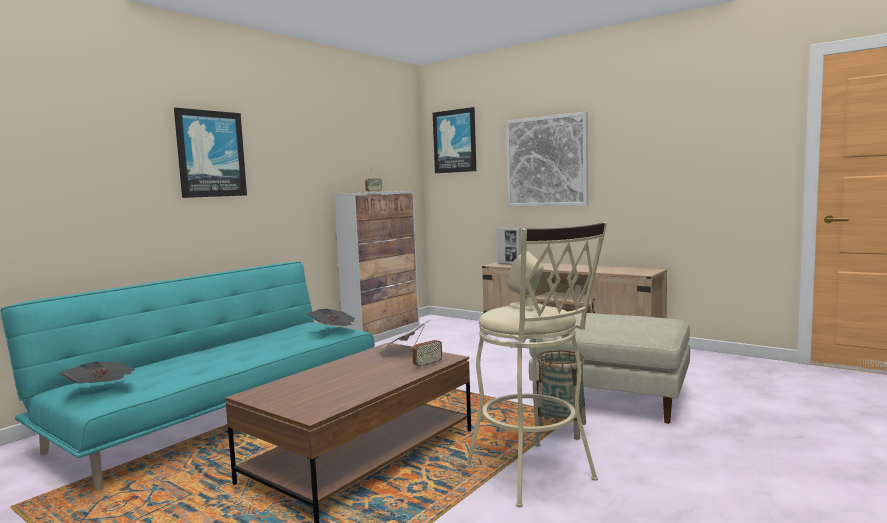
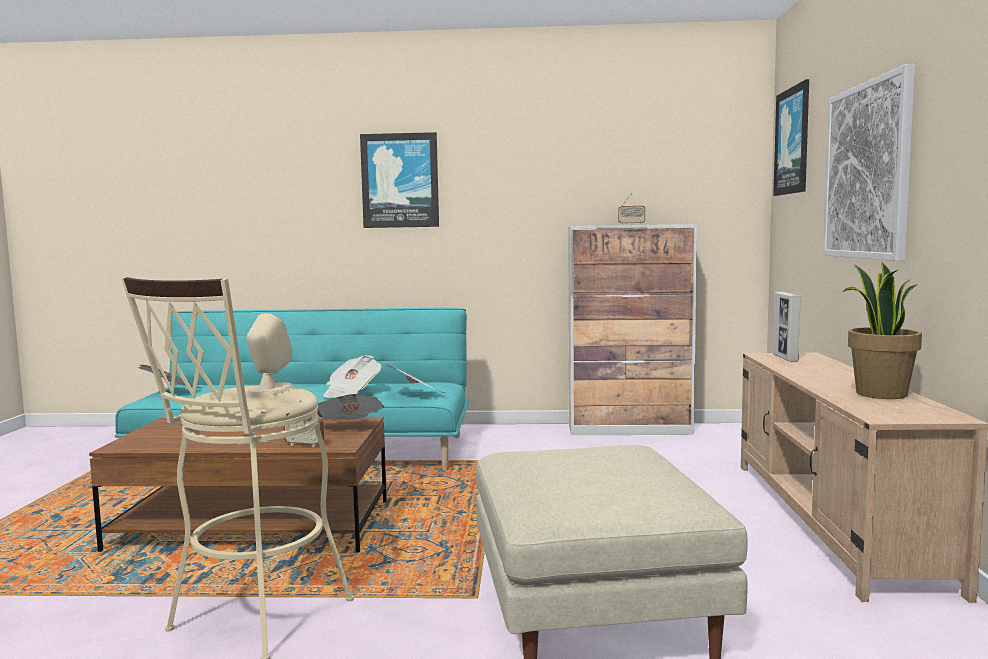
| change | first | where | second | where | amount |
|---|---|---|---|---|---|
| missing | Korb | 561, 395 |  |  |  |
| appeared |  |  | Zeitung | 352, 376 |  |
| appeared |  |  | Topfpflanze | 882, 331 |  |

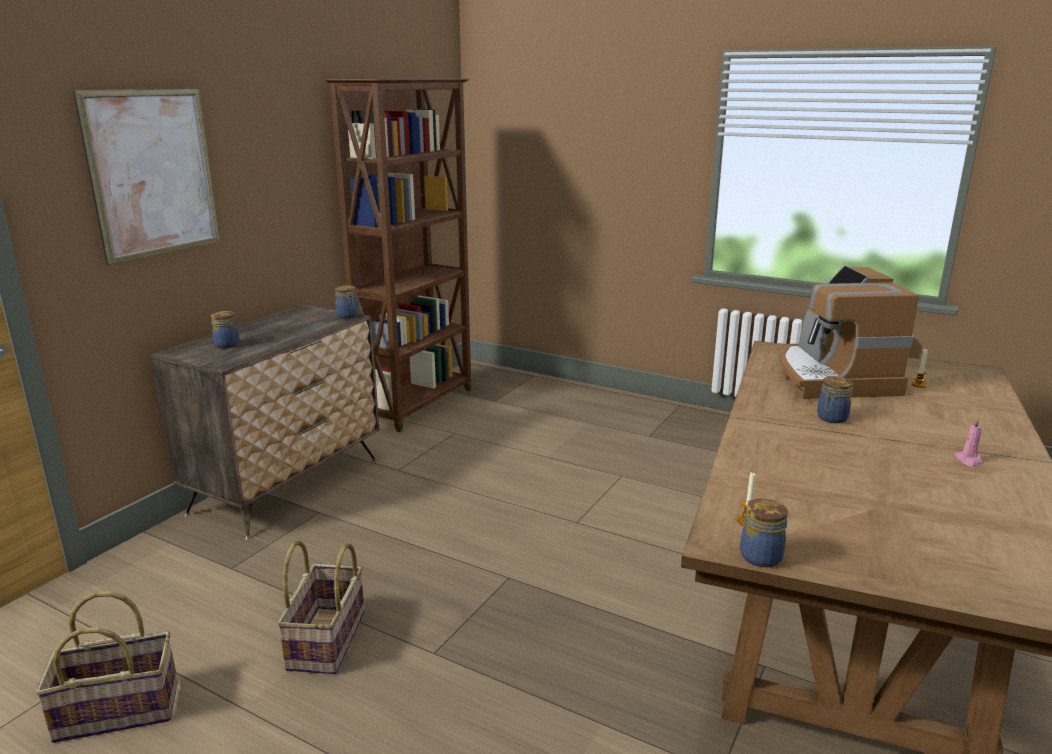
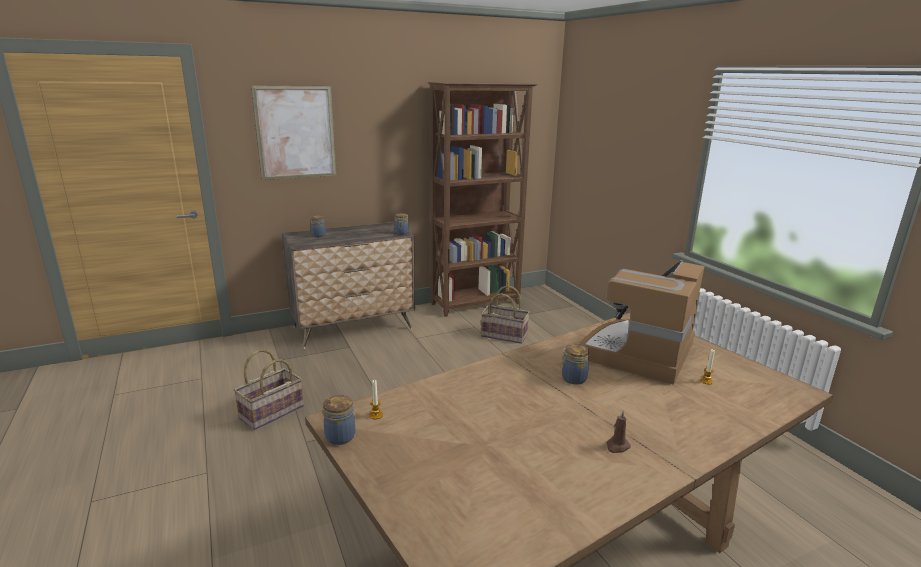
| change | first | where | second | where | amount |
|---|---|---|---|---|---|
| relocated | Korb | 106, 667 |  | 505, 314 |  |
| colour | Kerze/rosa | 968, 442 | Kerze/braun | 619, 431 |  |

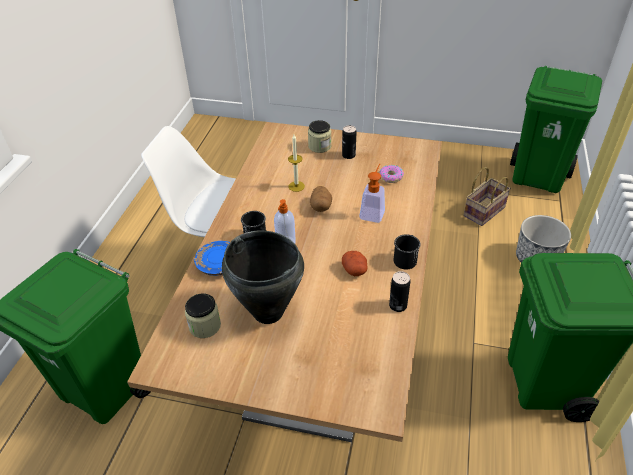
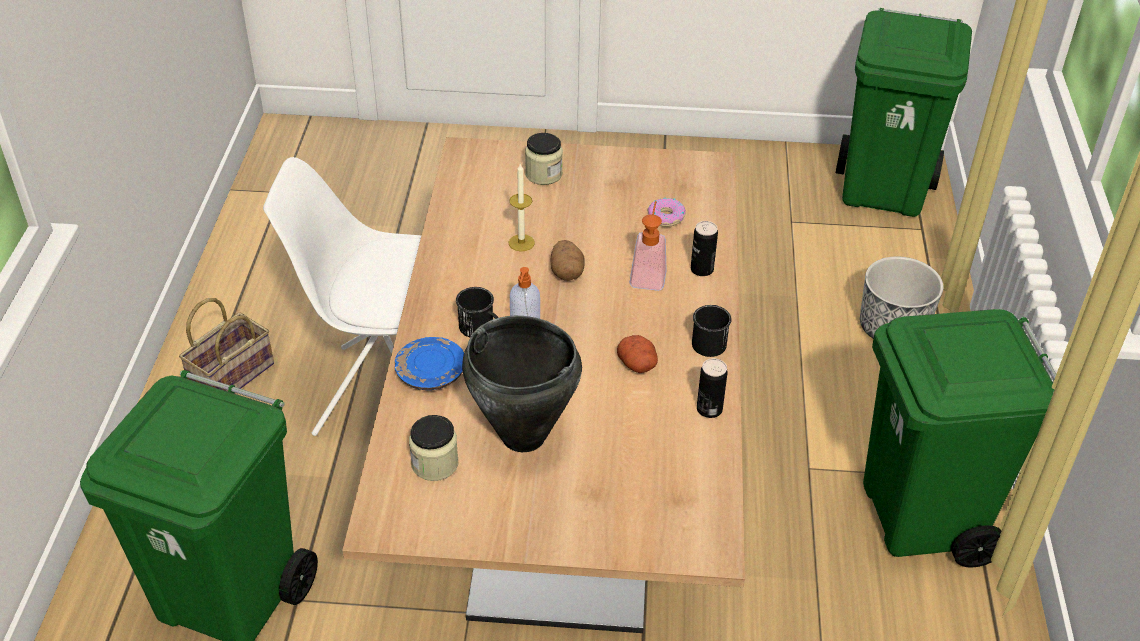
| change | first | where | second | where | amount |
|---|---|---|---|---|---|
| relocated | Dose | 349, 142 |  | 704, 248 |  |
| relocated | Korb | 487, 196 |  | 226, 346 |  |

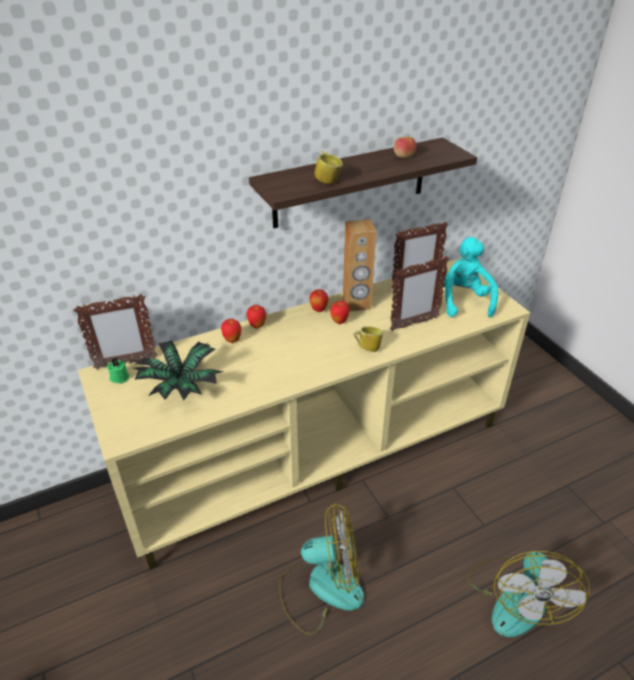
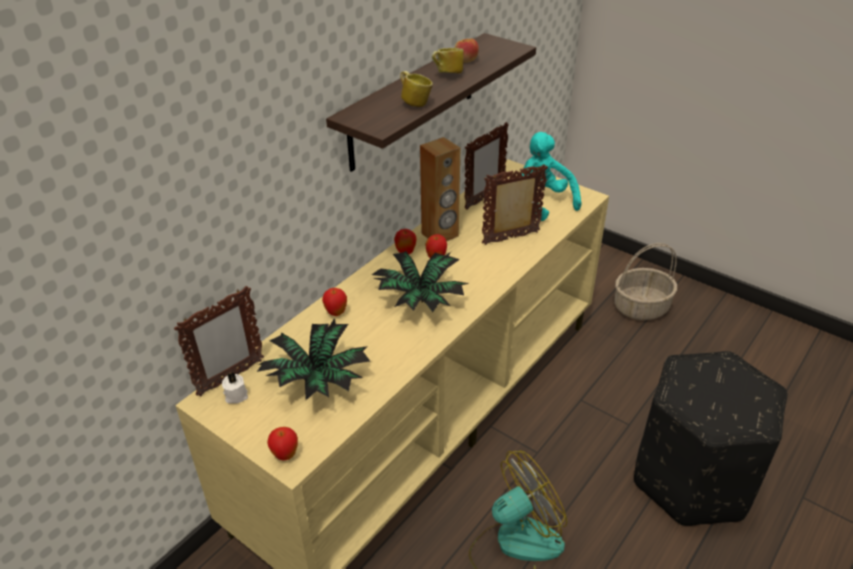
| change | first | where | second | where | amount |
|---|---|---|---|---|---|
| appeared |  |  | Topfpflanze | 420, 281 |  |
| appeared |  |  | Korb | 645, 281 |  |
| relocated | Apfel | 256, 317 |  | 282, 443 |  |
| relocated | Henkelbecher | 368, 339 |  | 448, 60 |  |
| exchanged | Ventilator | 528, 594 | Polsterhocker/schwarz | 710, 438 |  |
| colour | Kerze/grün | 118, 370 | Kerze/weiß | 235, 388 |  |
| spun | Bilderrahmen | 419, 293 |  | 515, 204 | 150 degrees counterclockwise |

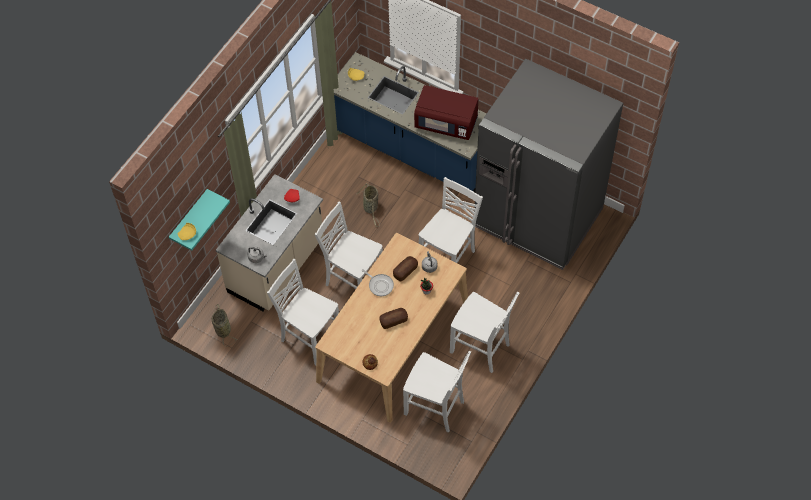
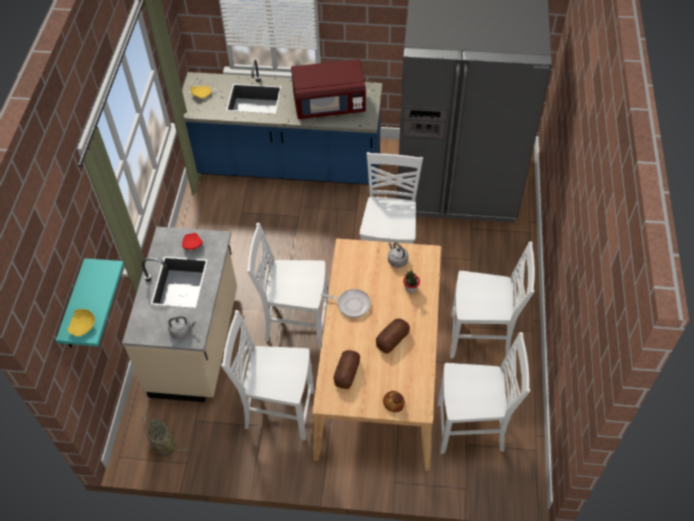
| change | first | where | second | where | amount |
|---|---|---|---|---|---|
| missing | Korb | 368, 205 |  |  |  |
| relocated | Brot | 405, 269 |  | 346, 369 |  |

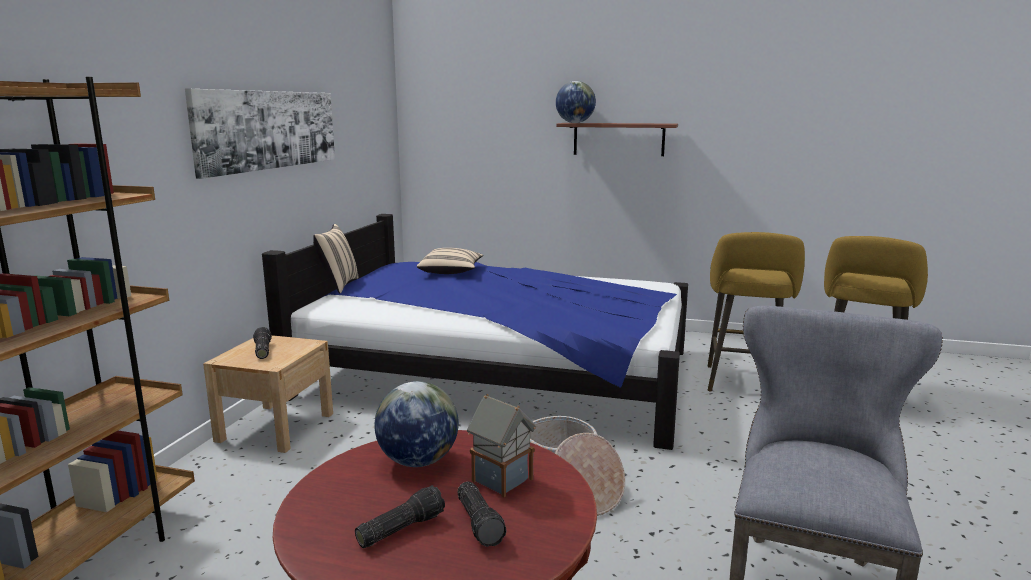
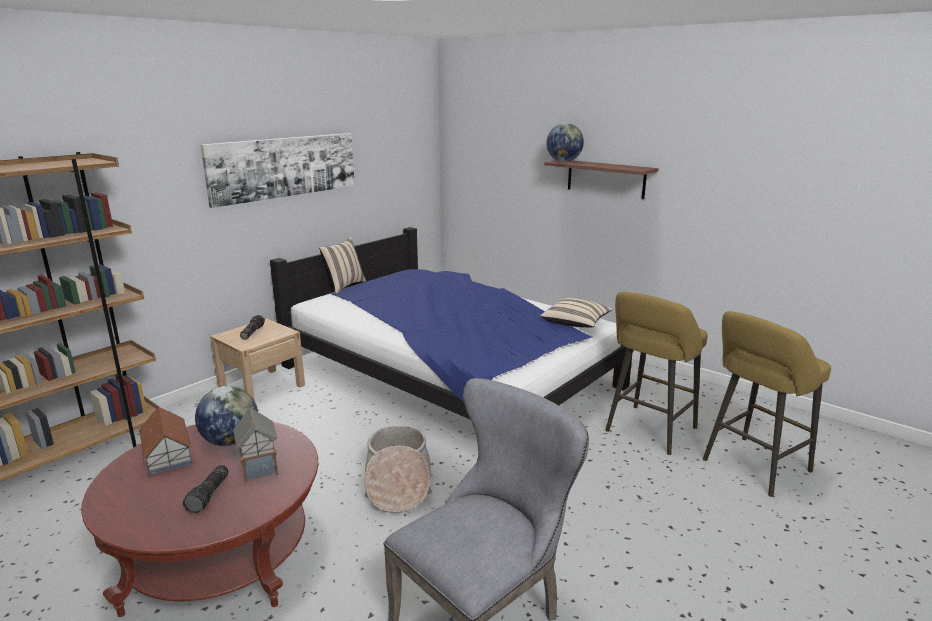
| change | first | where | second | where | amount |
|---|---|---|---|---|---|
| missing | Taschenlampe | 400, 516 |  |  |  |
| appeared |  |  | Spielzeughaus | 166, 441 |  |
| relocated | Kissen/beige | 450, 261 |  | 577, 312 |  |

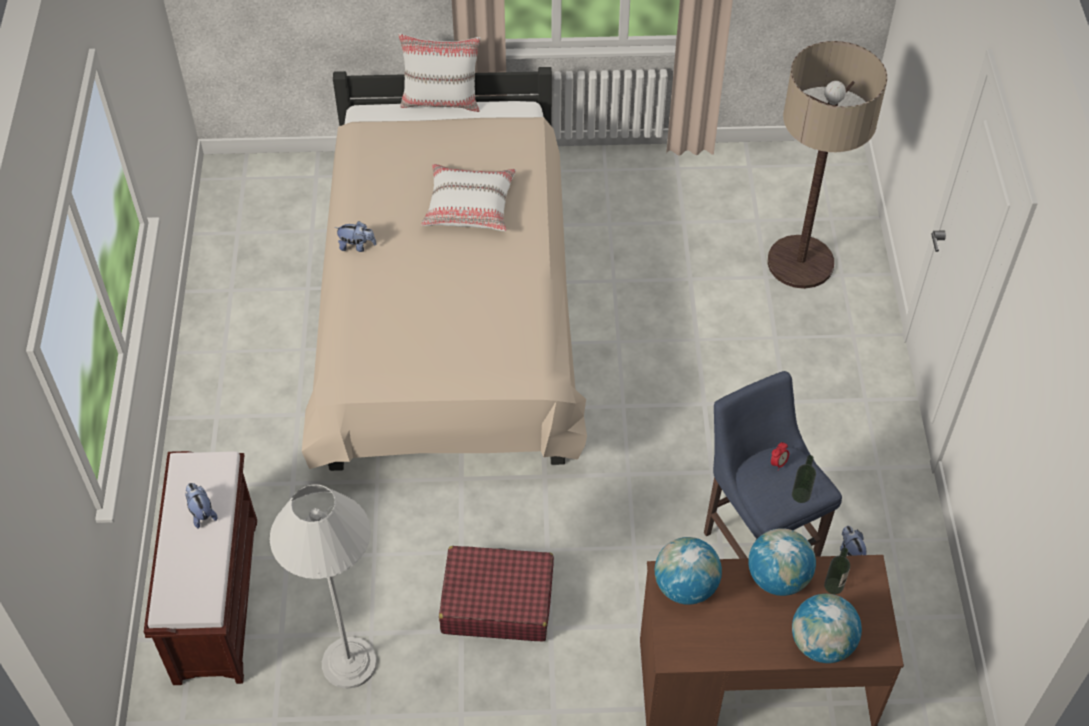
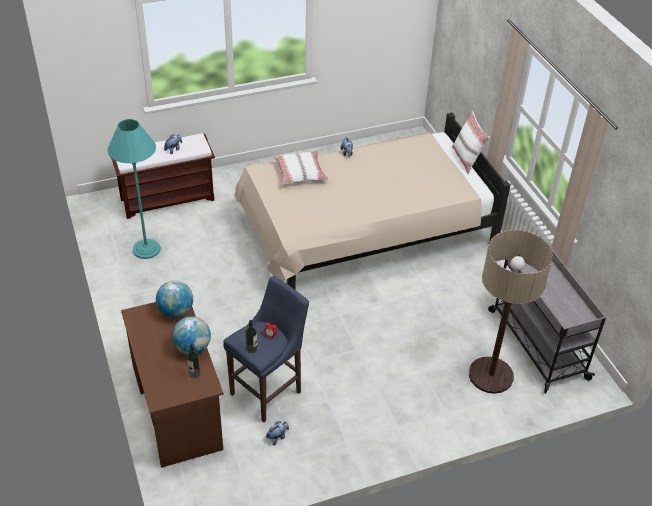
| change | first | where | second | where | amount |
|---|---|---|---|---|---|
| missing | Koffer/rot | 496, 593 |  |  |  |
| missing | Globus | 827, 628 |  |  |  |
| appeared |  |  | Rollwagen/grau | 547, 320 |  |
| relocated | Kissen/weiß | 468, 197 |  | 301, 168 |  |
| colour | Stehlampe/weiß | 323, 586 | Stehlampe/türkis | 133, 189 |  |

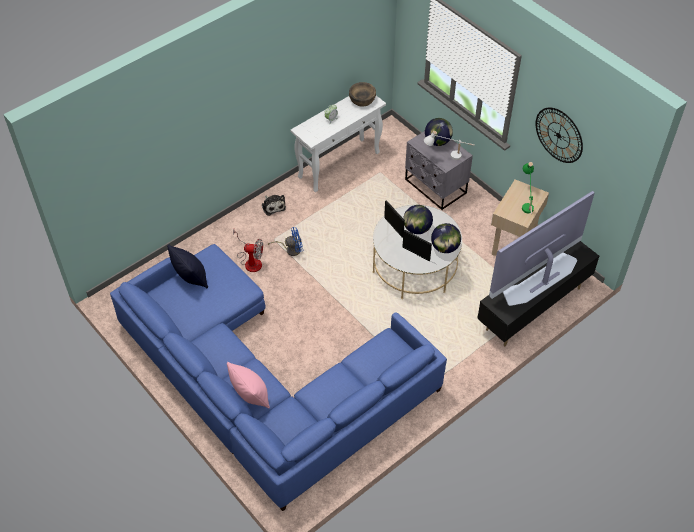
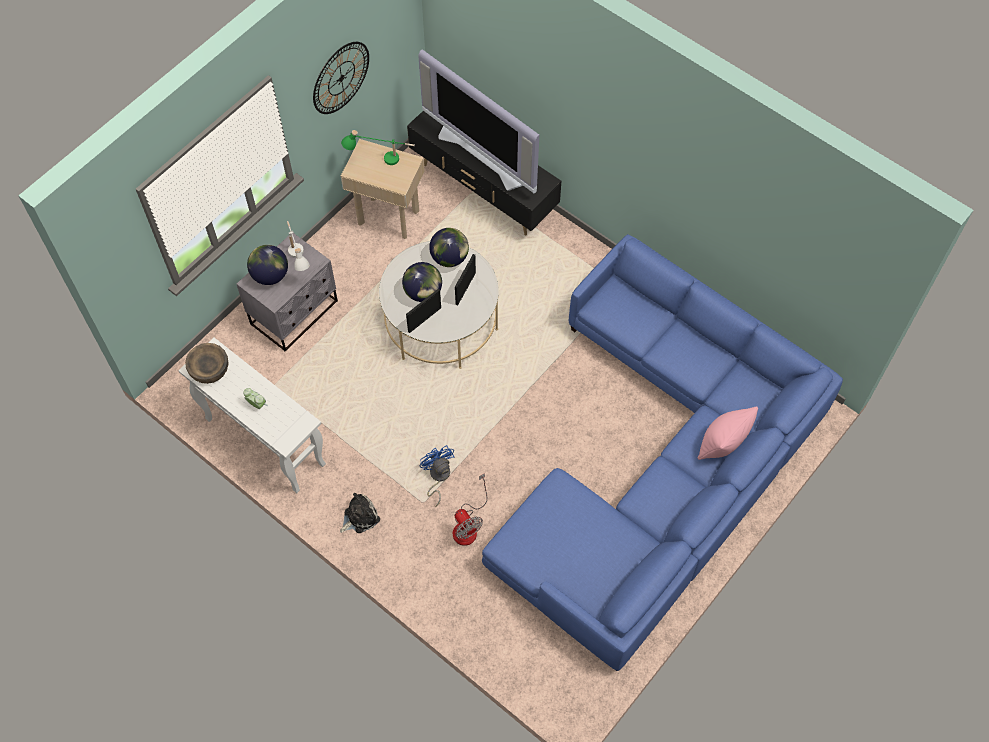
| change | first | where | second | where | amount |
|---|---|---|---|---|---|
| missing | Kissen/schwarz | 187, 266 |  |  |  |
| spun | Ventilator | 248, 250 |  | 470, 509 | 150 degrees clockwise |

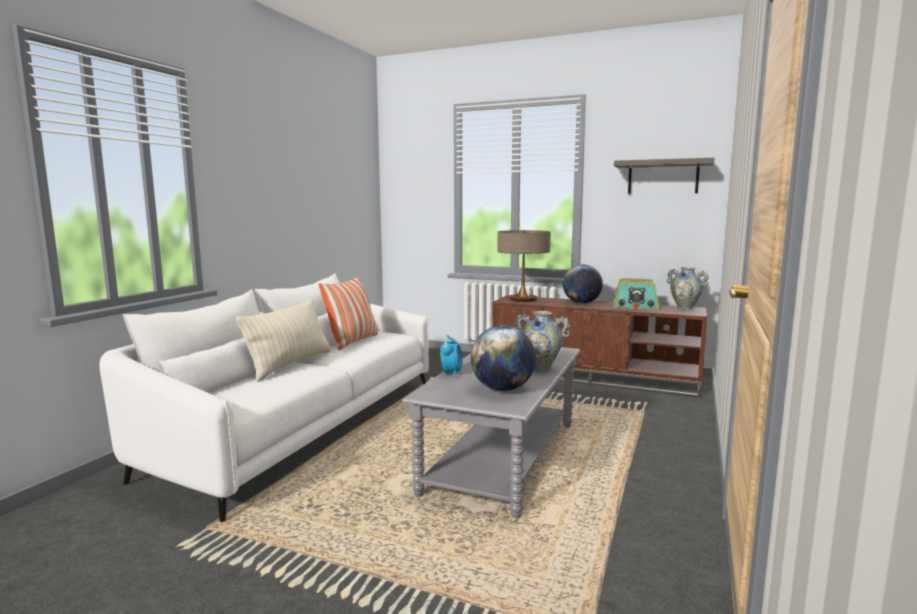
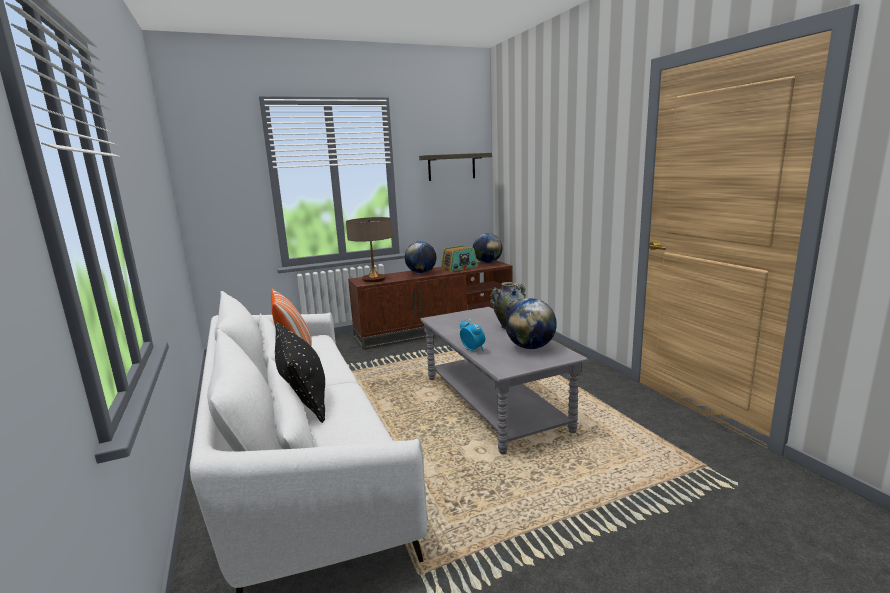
| change | first | where | second | where | amount |
|---|---|---|---|---|---|
| exchanged | Vase | 688, 288 | Globus | 488, 248 |  |
| colour | Kissen/beige | 283, 340 | Kissen/schwarz | 300, 372 |  |

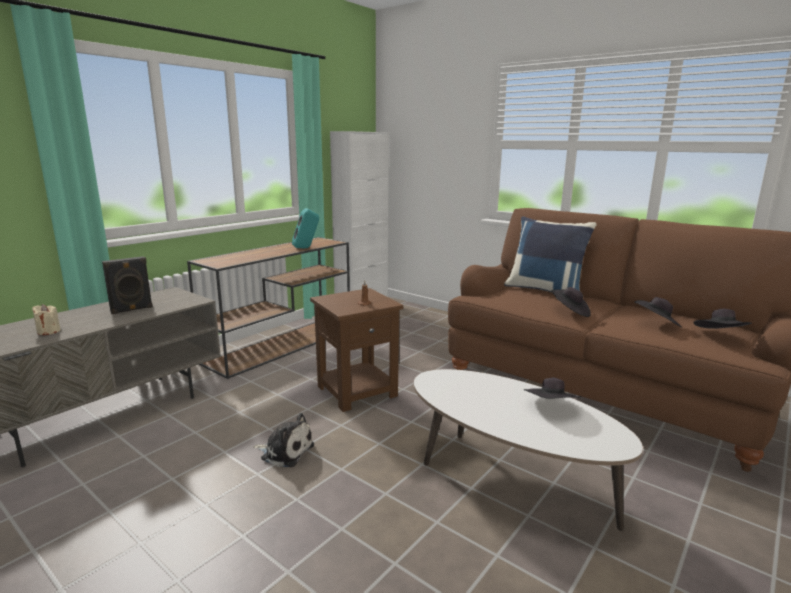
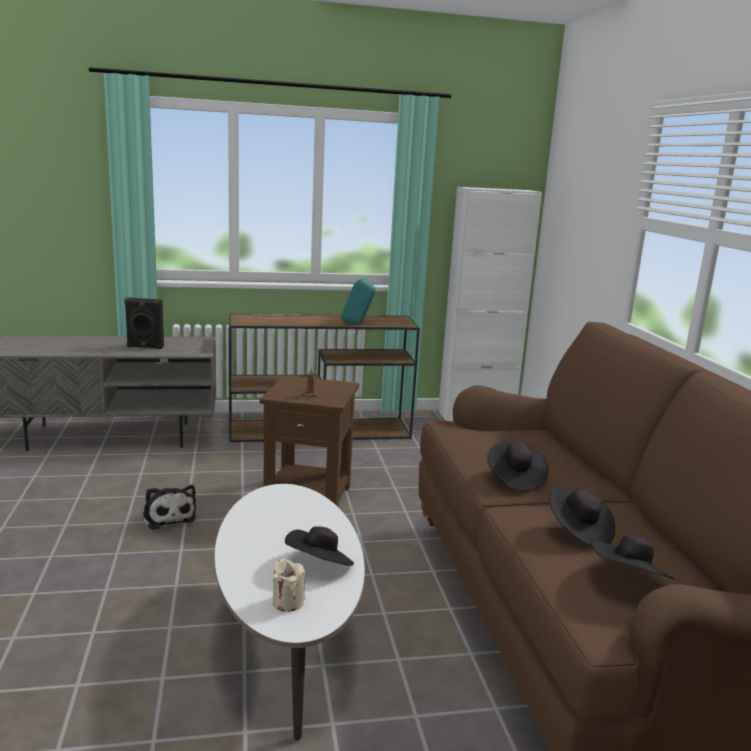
| change | first | where | second | where | amount |
|---|---|---|---|---|---|
| missing | Kissen/blau | 550, 254 |  |  |  |
| relocated | Kerze/beige | 46, 319 |  | 289, 585 |  |

